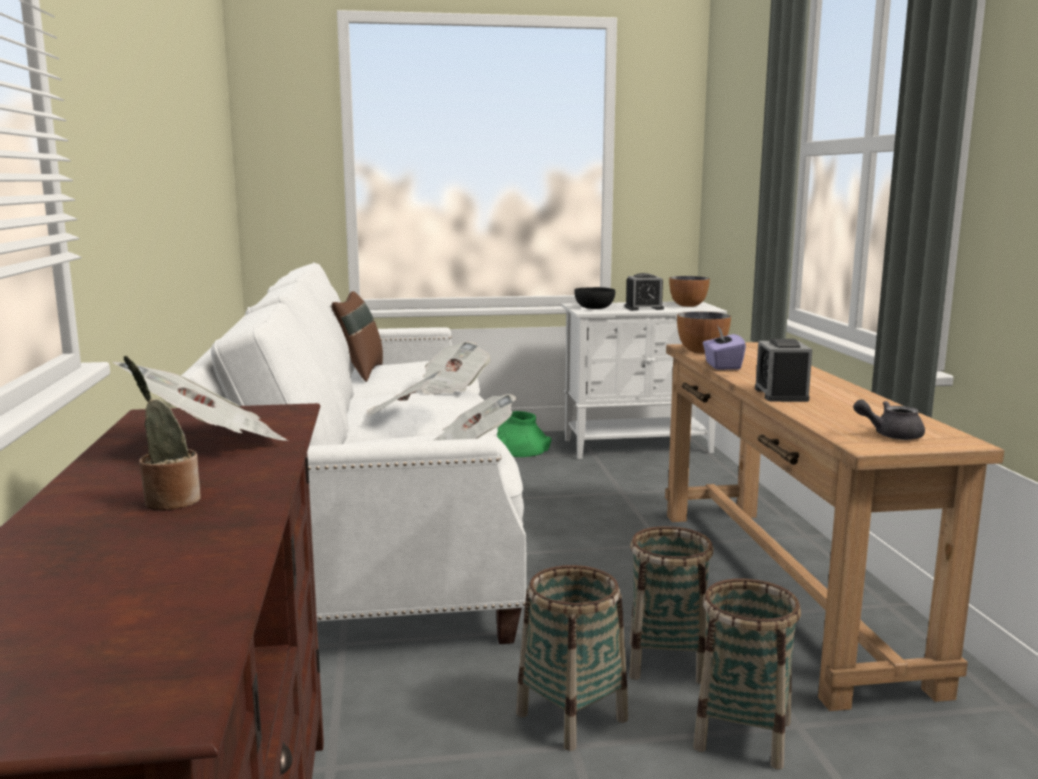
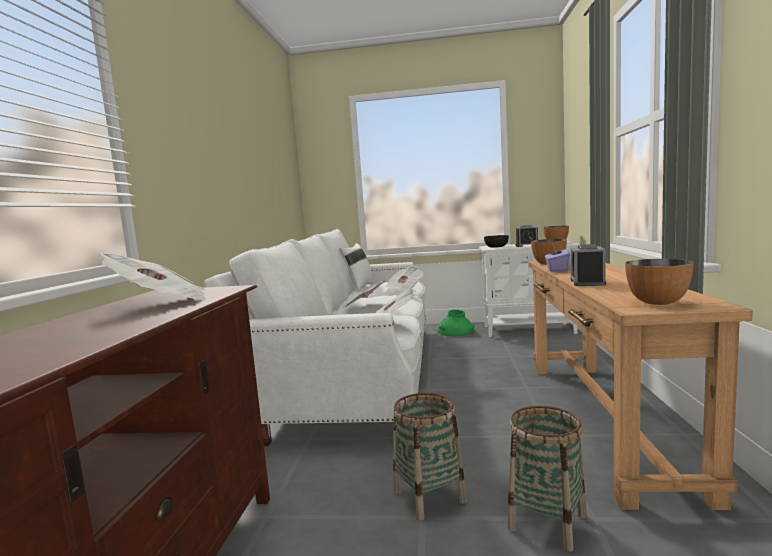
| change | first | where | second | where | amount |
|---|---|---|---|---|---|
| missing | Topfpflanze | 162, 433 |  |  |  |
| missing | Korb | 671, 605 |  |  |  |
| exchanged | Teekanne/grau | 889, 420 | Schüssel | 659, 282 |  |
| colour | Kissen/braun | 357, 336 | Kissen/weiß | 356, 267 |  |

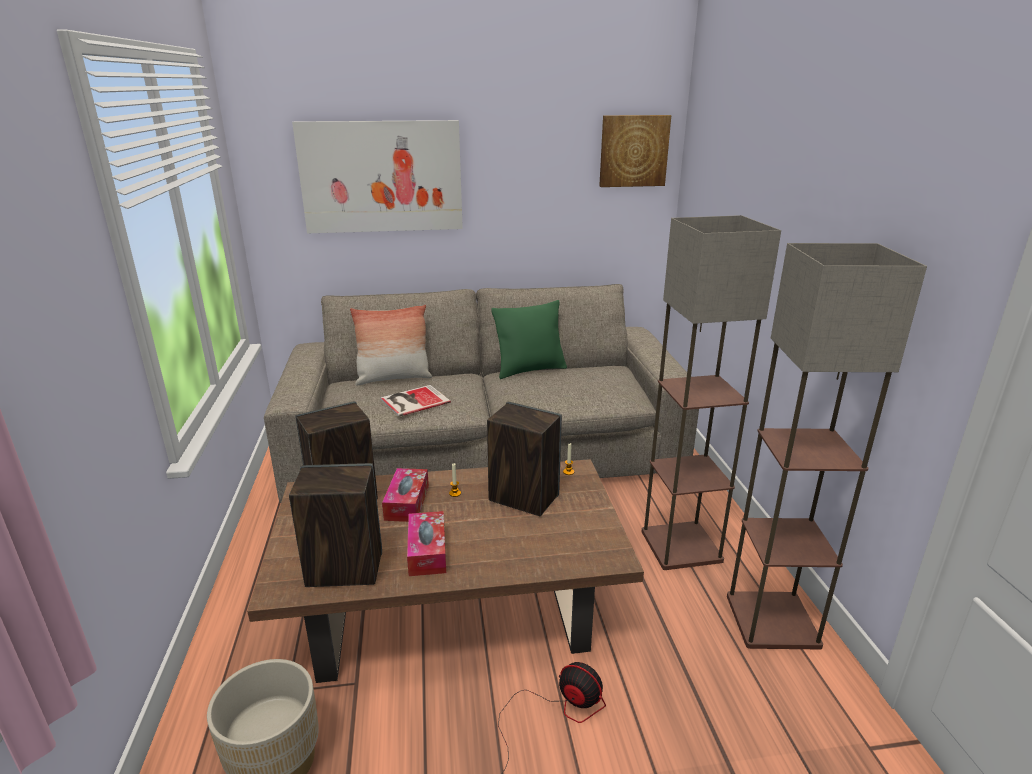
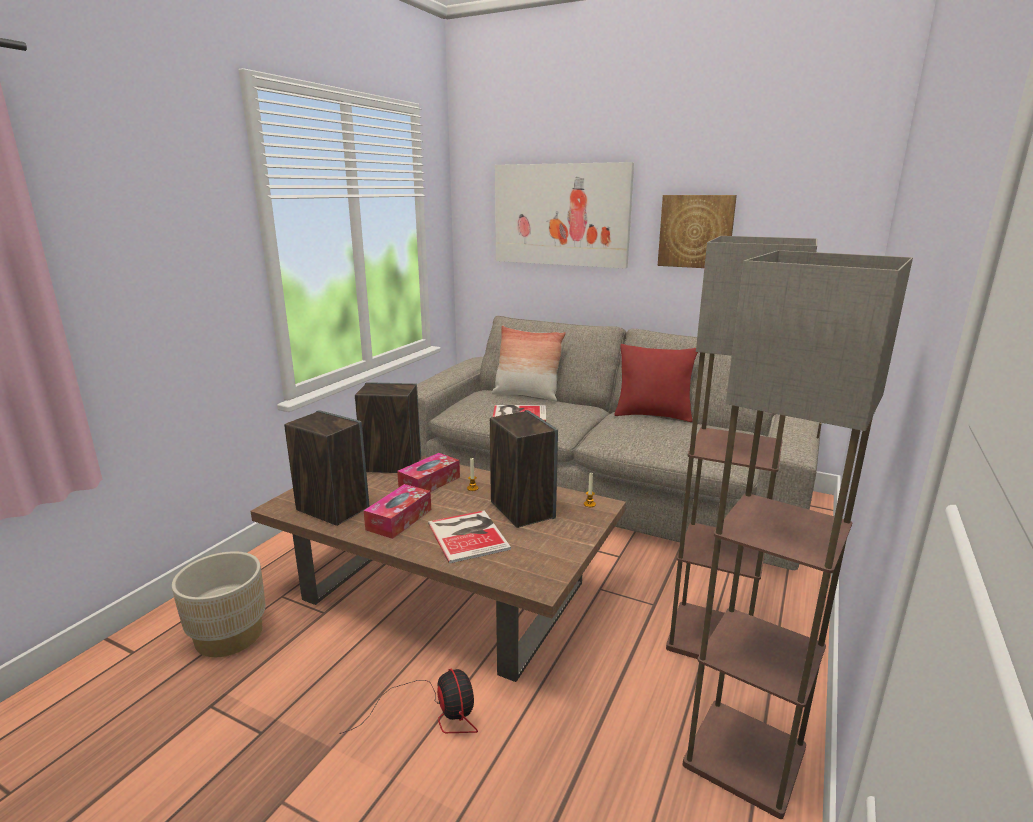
| change | first | where | second | where | amount |
|---|---|---|---|---|---|
| appeared |  |  | Buch | 469, 537 |  |
| relocated | Bild | 635, 151 |  | 697, 231 |  |
| colour | Kissen/grün | 529, 339 | Kissen/rot | 656, 383 |  |

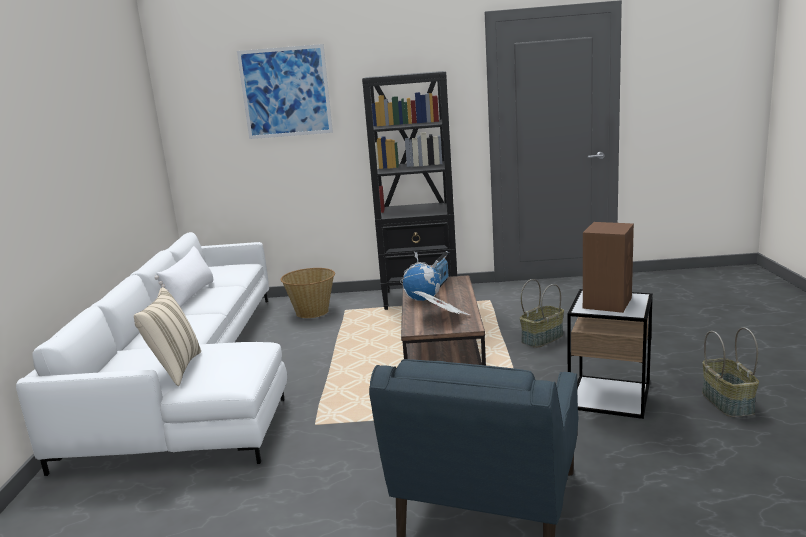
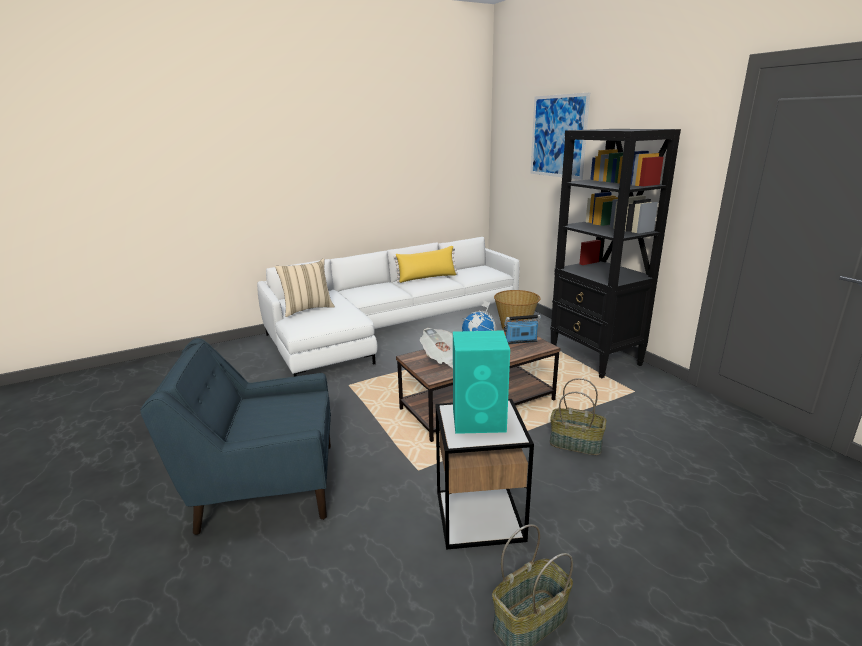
| change | first | where | second | where | amount |
|---|---|---|---|---|---|
| colour | Kissen/weiß | 183, 277 | Kissen/gelb | 425, 264 |  |
| colour | Lautsprecher/braun | 608, 267 | Lautsprecher/türkis | 481, 382 |  |

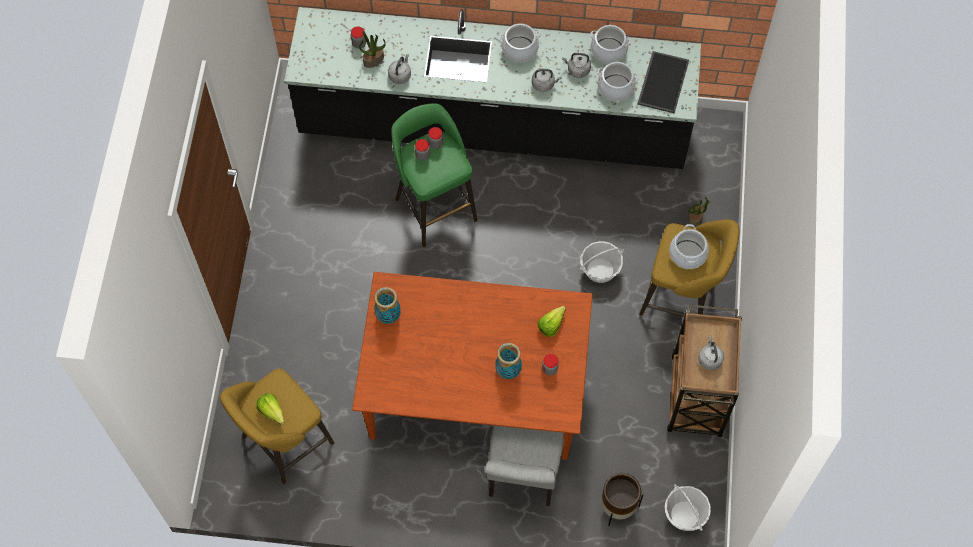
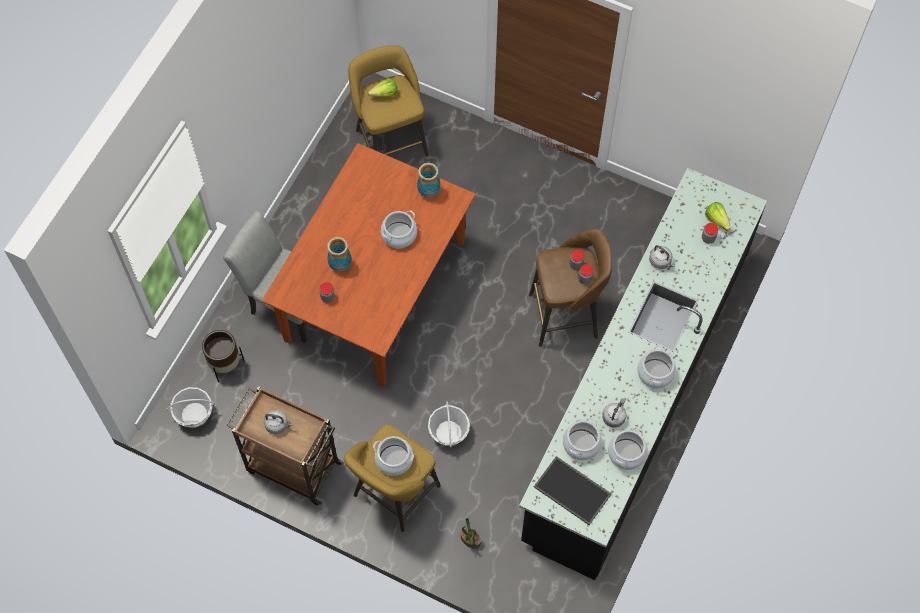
| change | first | where | second | where | amount |
|---|---|---|---|---|---|
| missing | Topfpflanze | 372, 49 |  |  |  |
| missing | Wasserkessel/grau | 547, 80 |  |  |  |
| appeared |  |  | Kochtopf | 399, 229 |  |
| relocated | Salatkopf | 552, 321 |  | 717, 216 |  |
| colour | Hocker/grün | 434, 175 | Hocker/braun | 570, 288 |  |

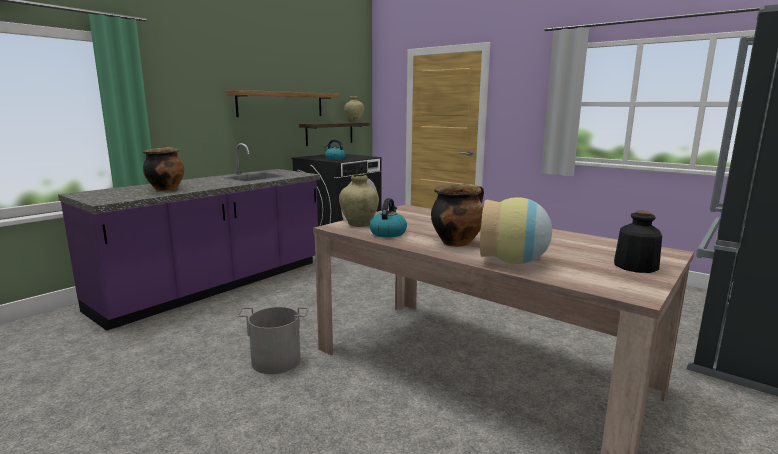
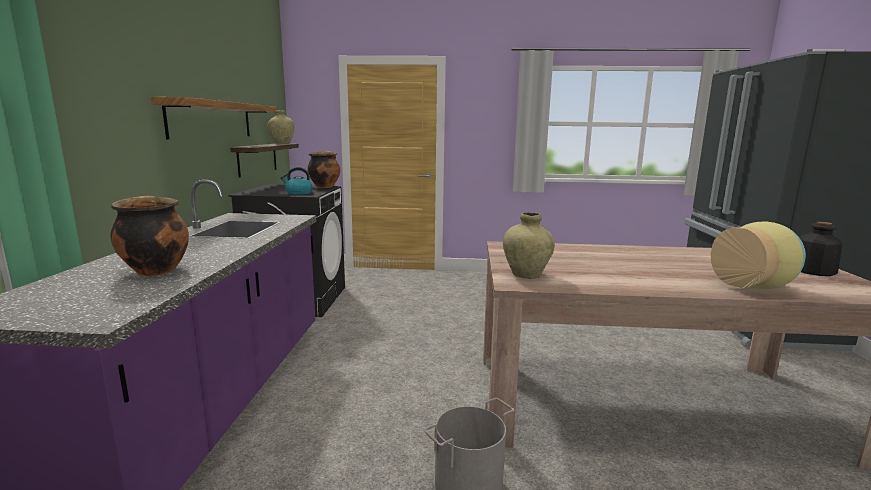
| change | first | where | second | where | amount |
|---|---|---|---|---|---|
| missing | Wasserkessel | 388, 218 |  |  |  |
| relocated | Kochtopf | 457, 215 |  | 323, 169 |  |

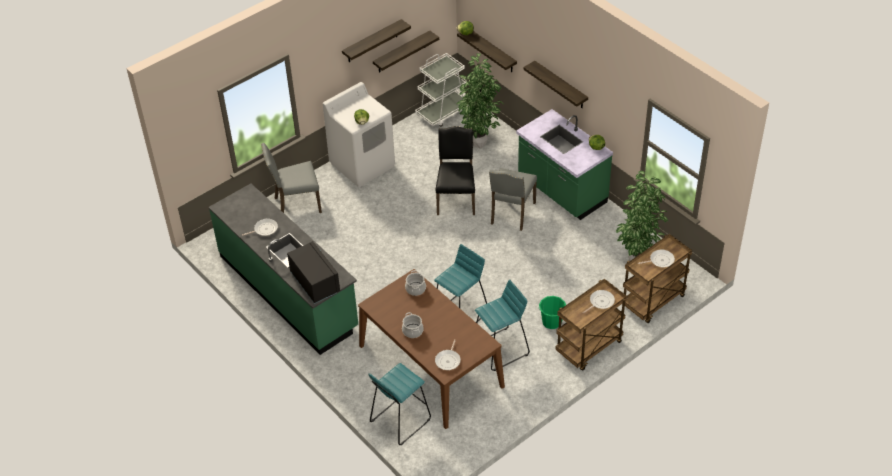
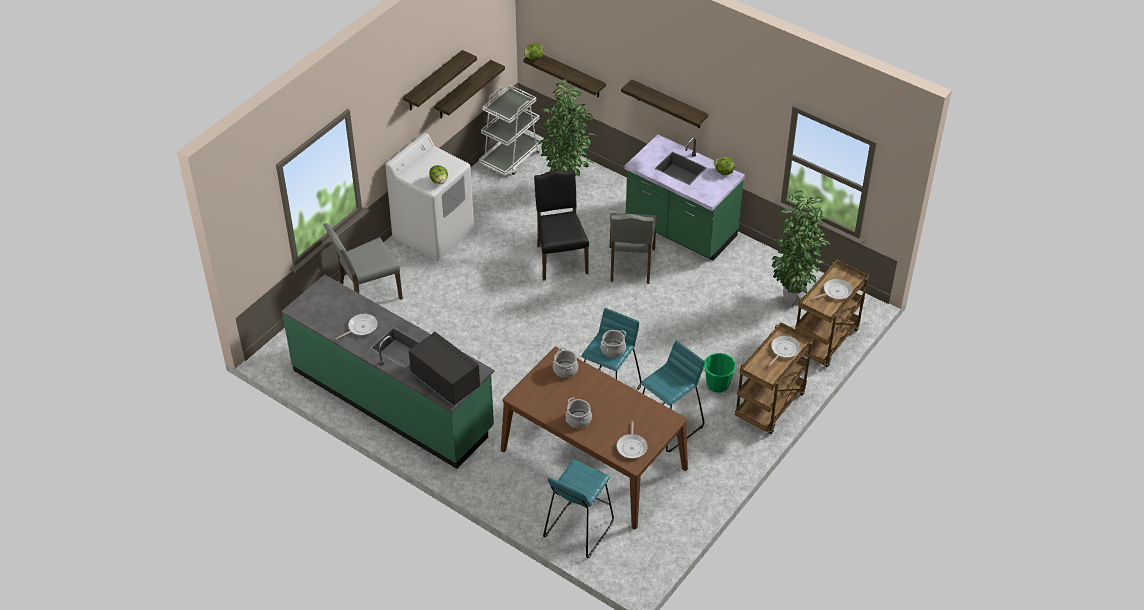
| change | first | where | second | where | amount |
|---|---|---|---|---|---|
| appeared |  |  | Kochtopf | 613, 343 |  |

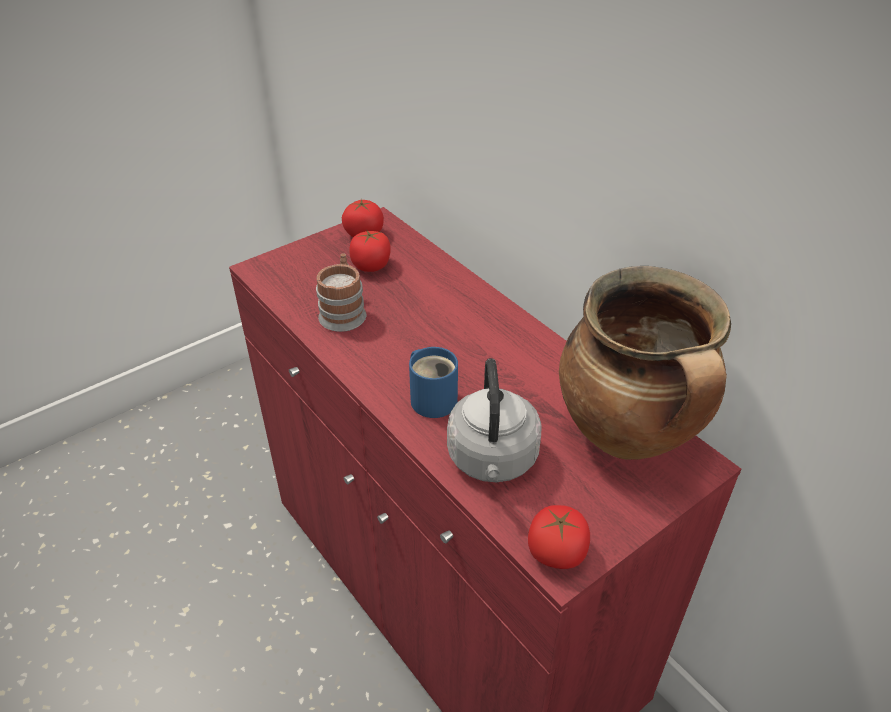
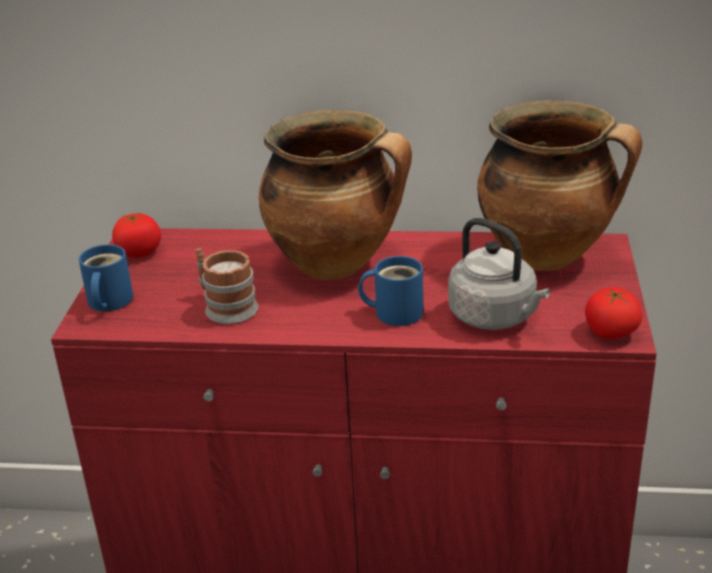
| change | first | where | second | where | amount |
|---|---|---|---|---|---|
| missing | Tomate | 370, 251 |  |  |  |
| appeared |  |  | Henkelbecher/blau | 106, 277 |  |
| appeared |  |  | Kochtopf | 335, 195 |  |

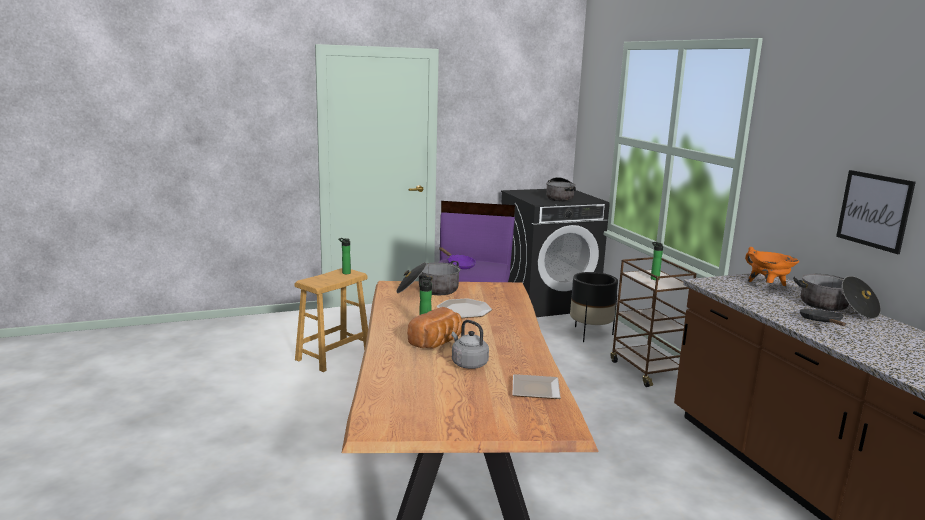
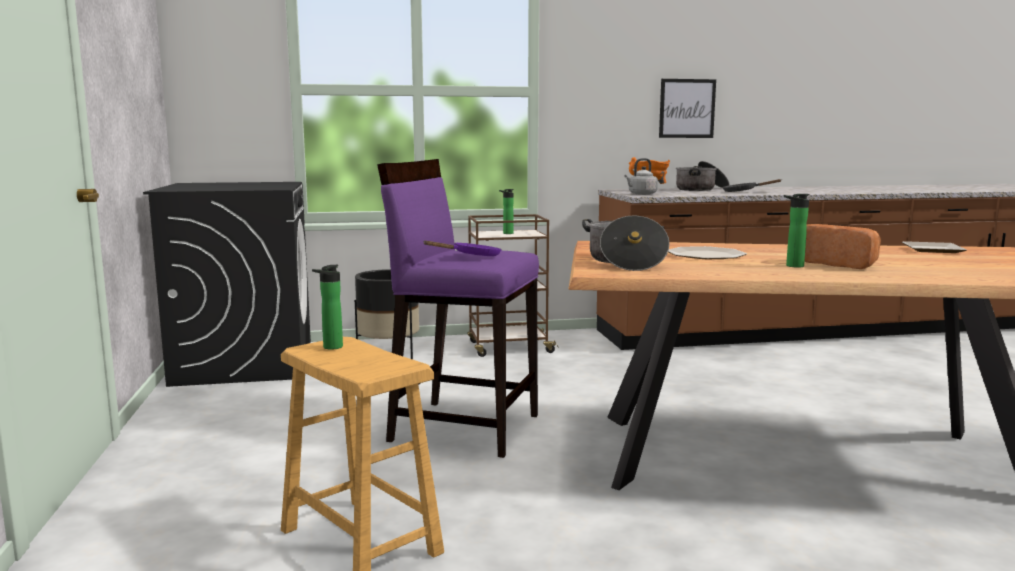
| change | first | where | second | where | amount |
|---|---|---|---|---|---|
| missing | Kochtopf | 561, 189 |  |  |  |
| relocated | Wasserkessel/grau | 470, 344 |  | 641, 176 |  |

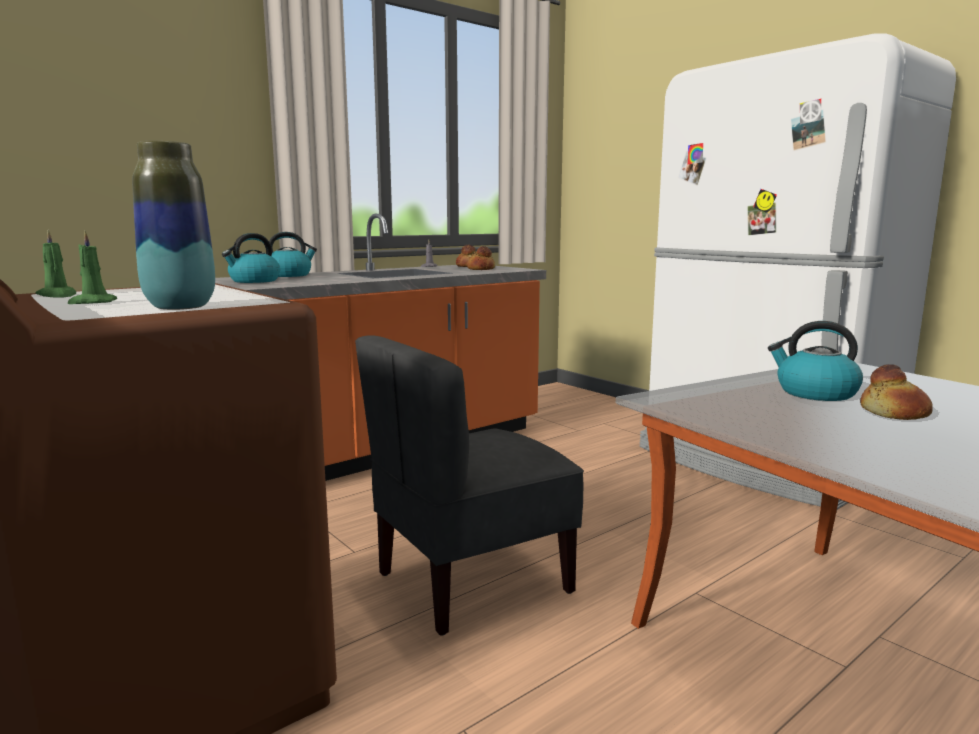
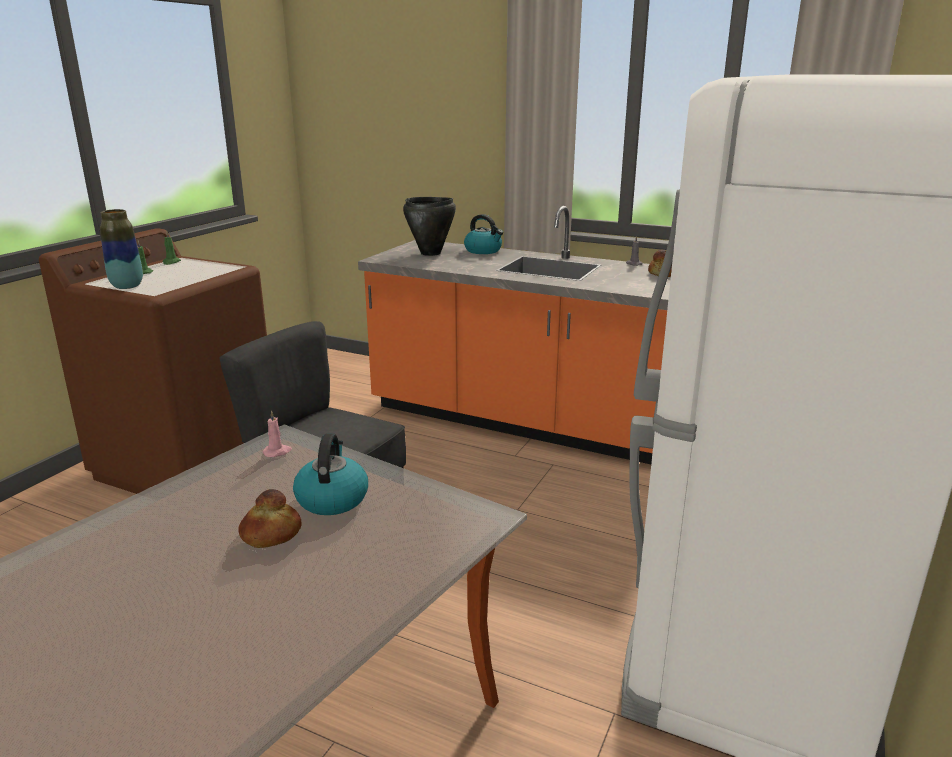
| change | first | where | second | where | amount |
|---|---|---|---|---|---|
| missing | Brot | 481, 258 |  |  |  |
| appeared |  |  | Kerze/rosa | 277, 433 |  |
| exchanged | Wasserkessel | 251, 258 | Kochtopf/schwarz | 429, 226 |  |

